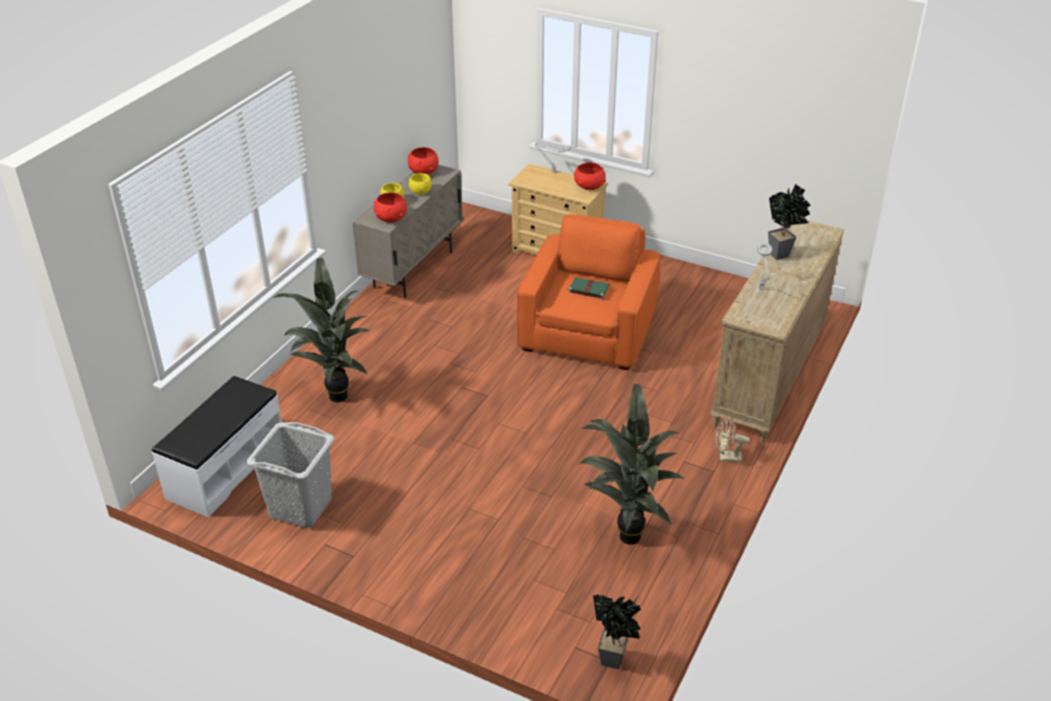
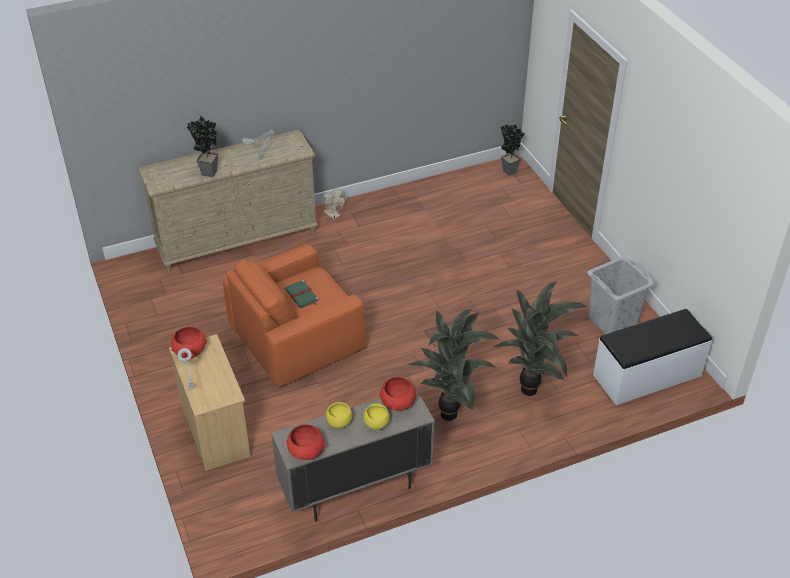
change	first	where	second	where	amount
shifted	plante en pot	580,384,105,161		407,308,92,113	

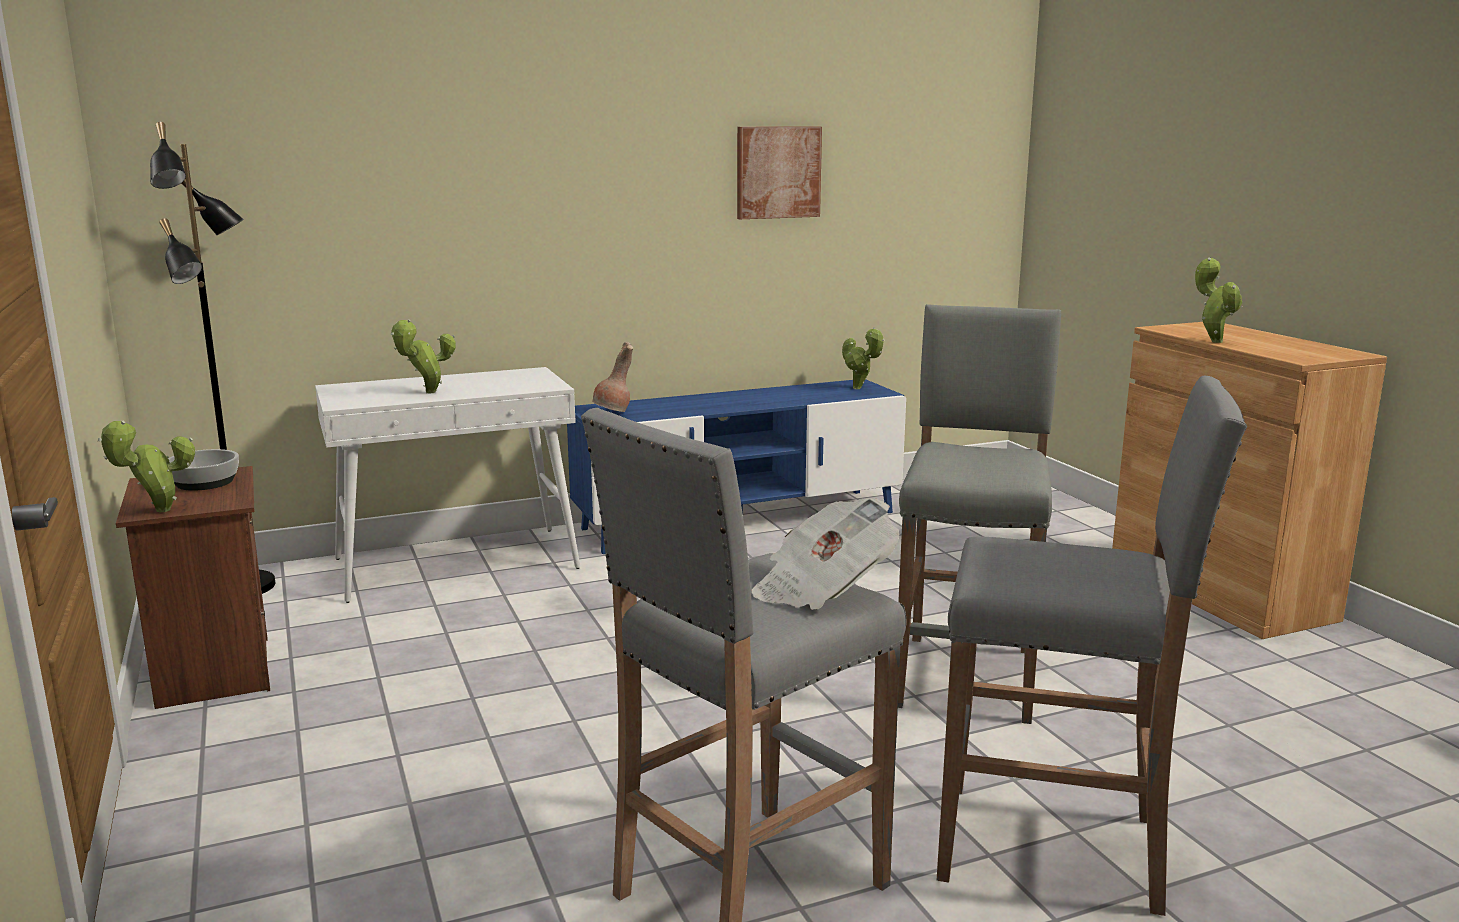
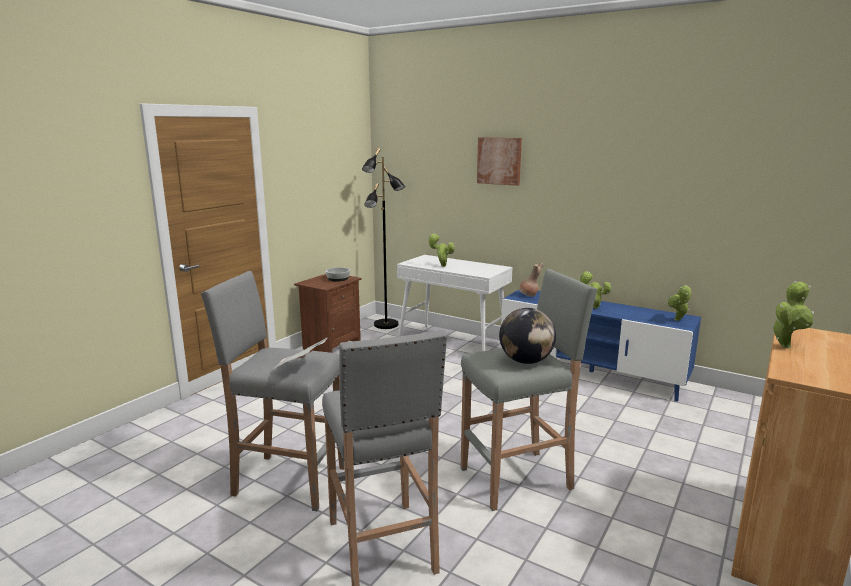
change	first	where	second	where	amount
shifted	tableau	737,127,85,92		477,137,45,49	
new			globe	499,308,57,56	
shifted	plante en pot	98,421,97,91		580,271,31,37	

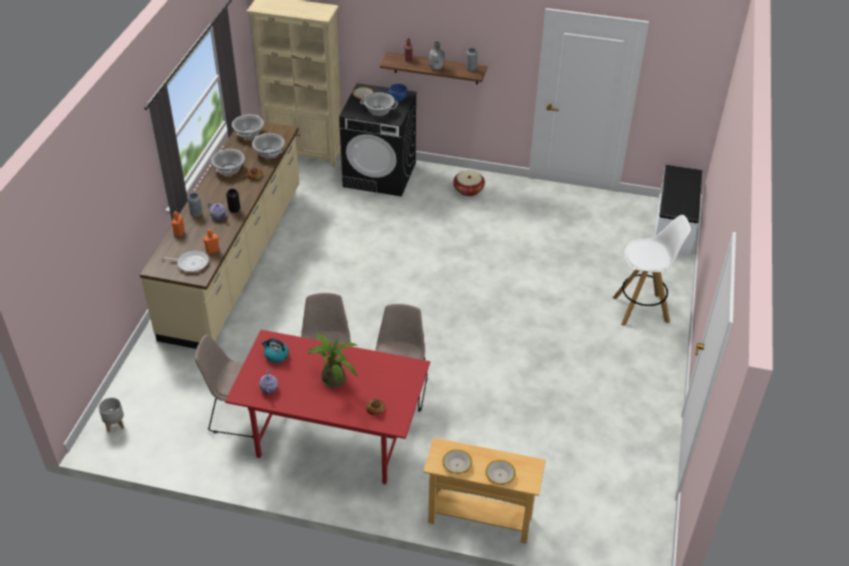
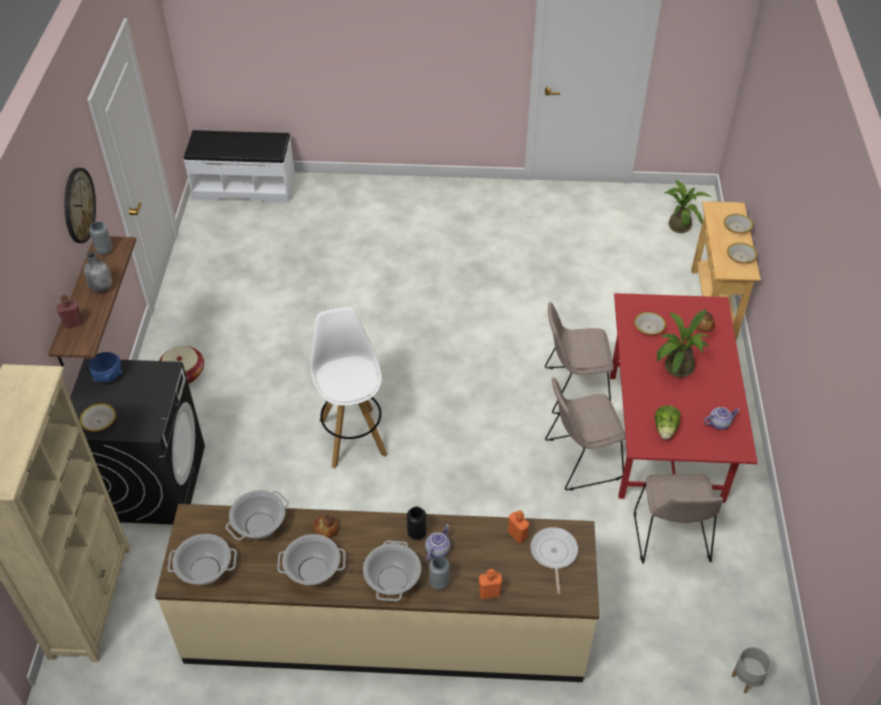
change	first	where	second	where	amount
new			horloge murale	64,168,32,75	
shifted	tabouret/blanc	613,215,78,111		310,306,77,163	
shifted	marmite	360,92,38,24		363,540,58,61	
new			bol	634,312,32,23	
swapped	bouilloire	261,338,28,25	laitue	655,405,25,34	
new			plante en pot	664,180,47,53	

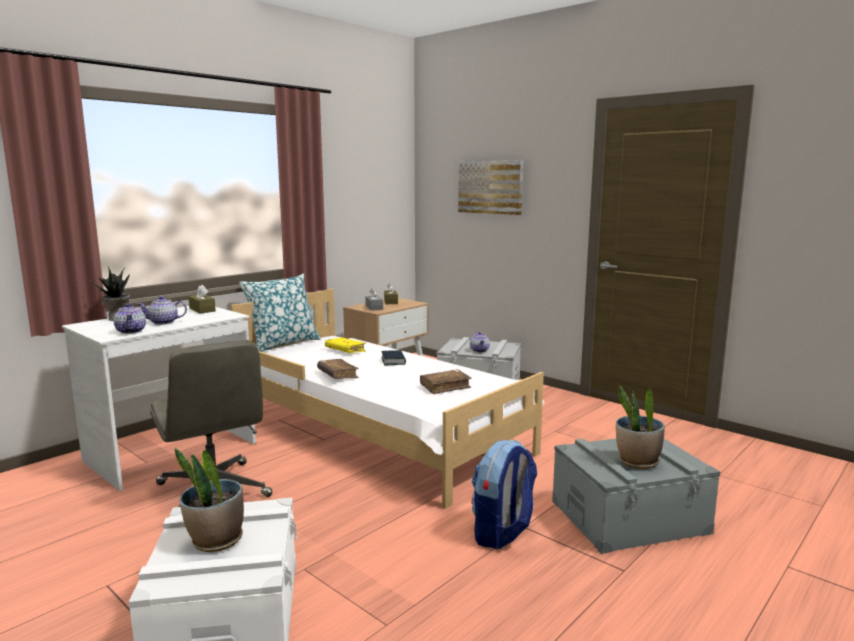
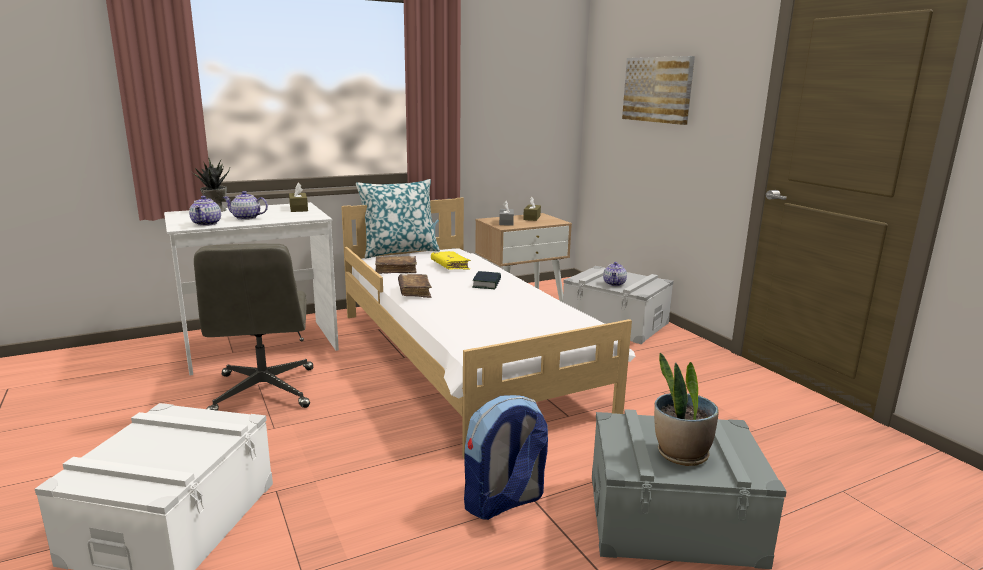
change	first	where	second	where	amount
shifted	livre/marron	420,370,52,24		375,256,42,18	
gone	plante en pot	175,448,69,104			

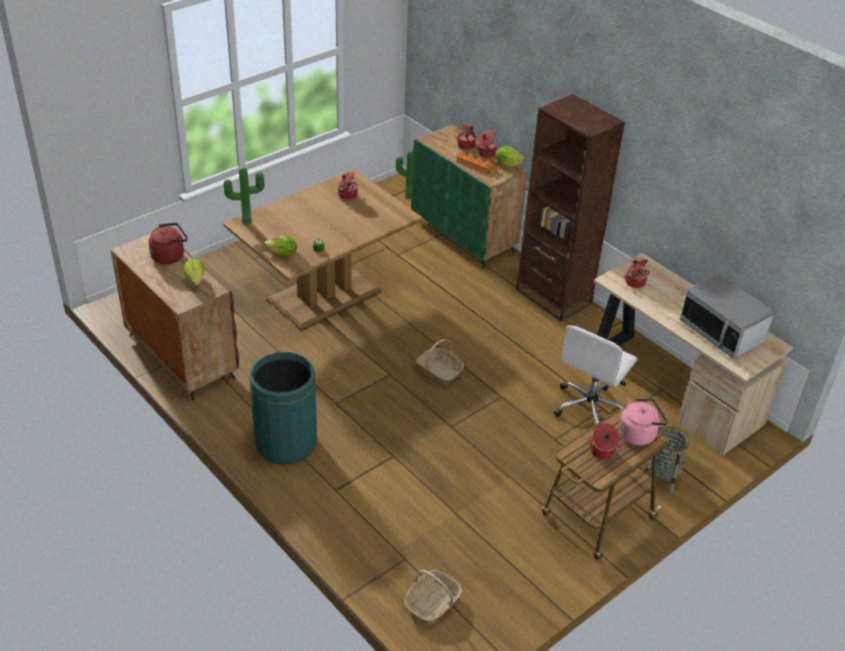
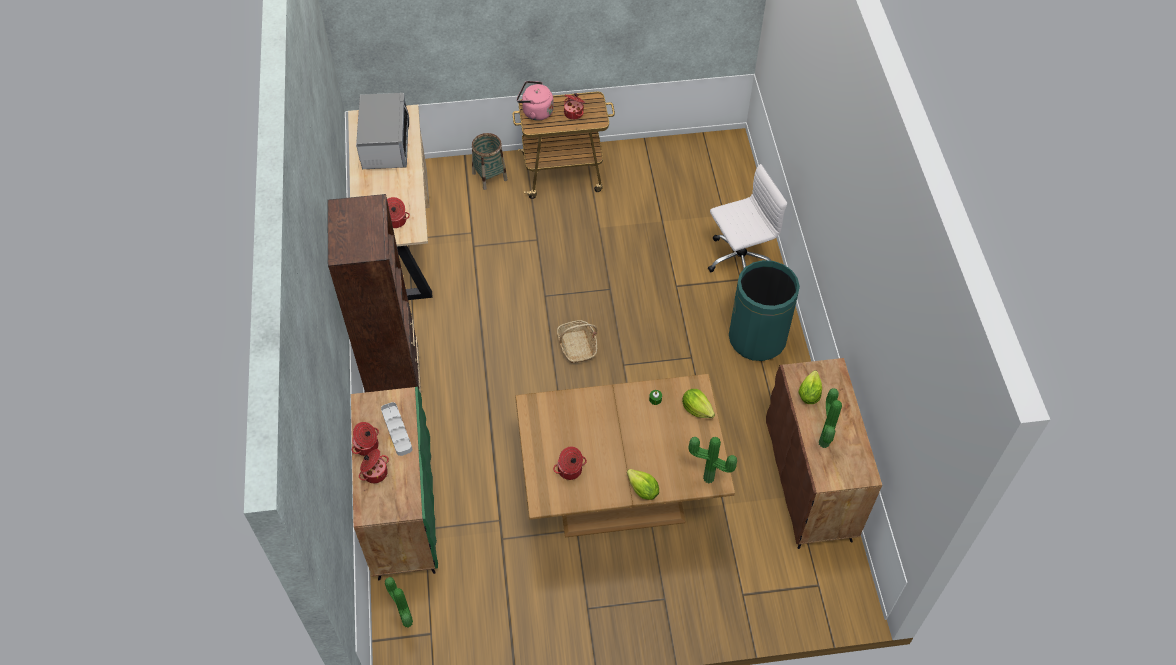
change	first	where	second	where	amount
repainted	plateau/orange	456,151,42,24	plateau/gris	381,402,31,54	
shifted	laitue	496,146,29,21		627,469,32,31	
shifted	chaise de bureau/blanc	554,325,84,100		708,164,79,108	
swapped	bouilloire/rouge	149,223,39,41	plante en pot	819,388,23,60	
gone	panier	404,570,58,54			

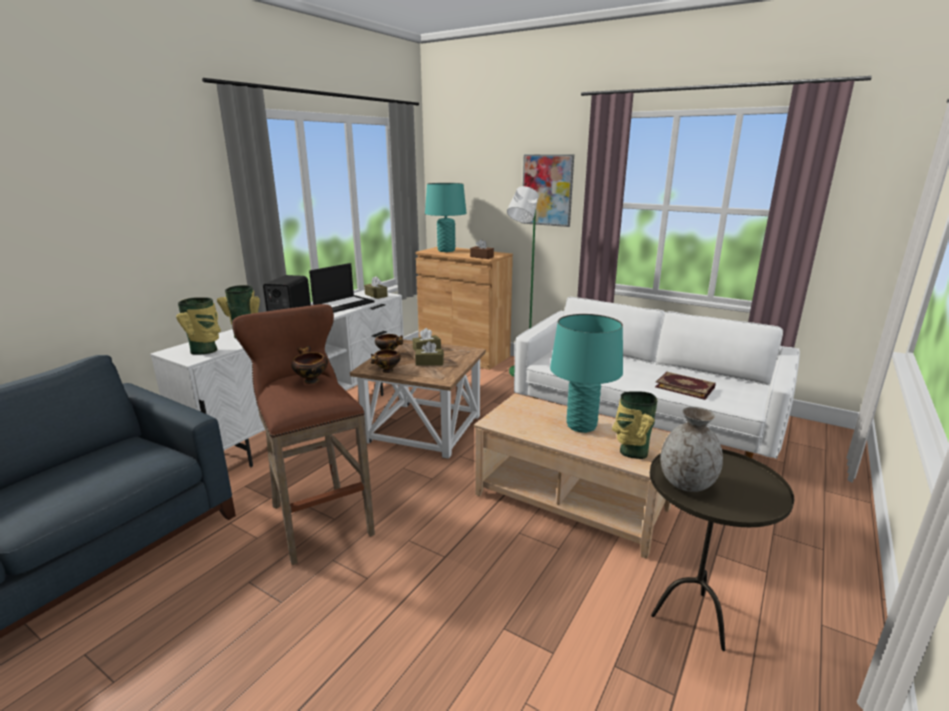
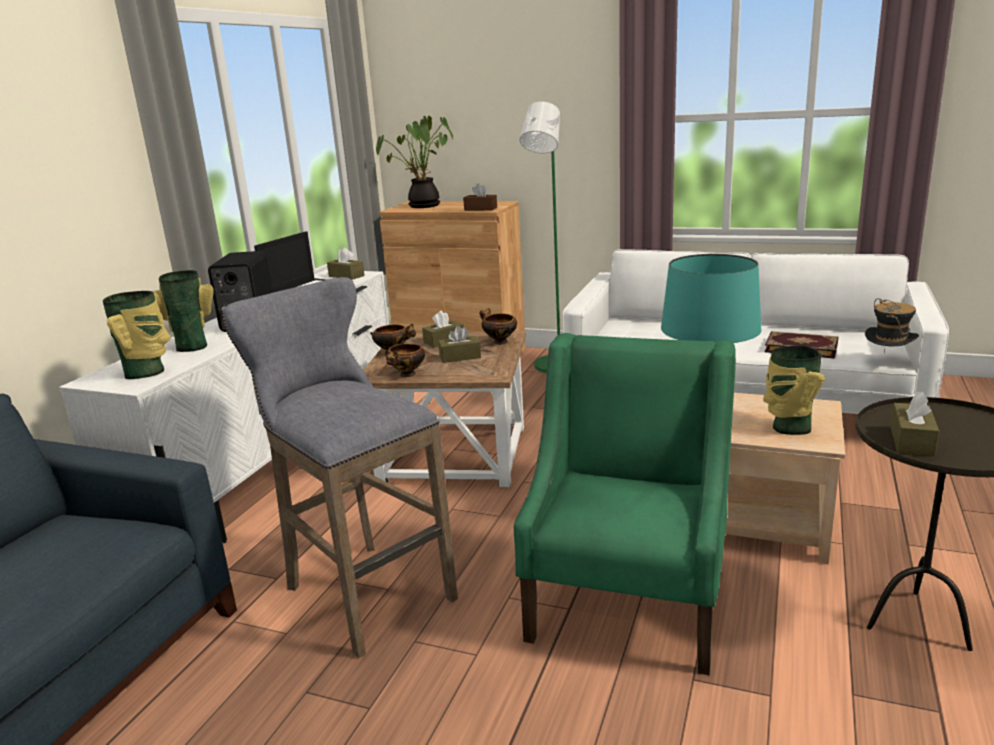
change	first	where	second	where	amount
repainted	tabouret/marron	232,304,143,261	tabouret/gris	222,277,236,381	
swapped	lampe de table/turquoise	425,183,42,69	plante en pot	376,116,77,92	
shifted	bol	291,346,37,38		479,308,38,37	
new			fauteuil/vert	514,333,222,342	
new			chapeau	865,299,54,54	
swapped	vase/gris	660,407,63,85	boîte à mouchoirs/marron	890,391,49,65	
gone	tableau	522,154,52,73			

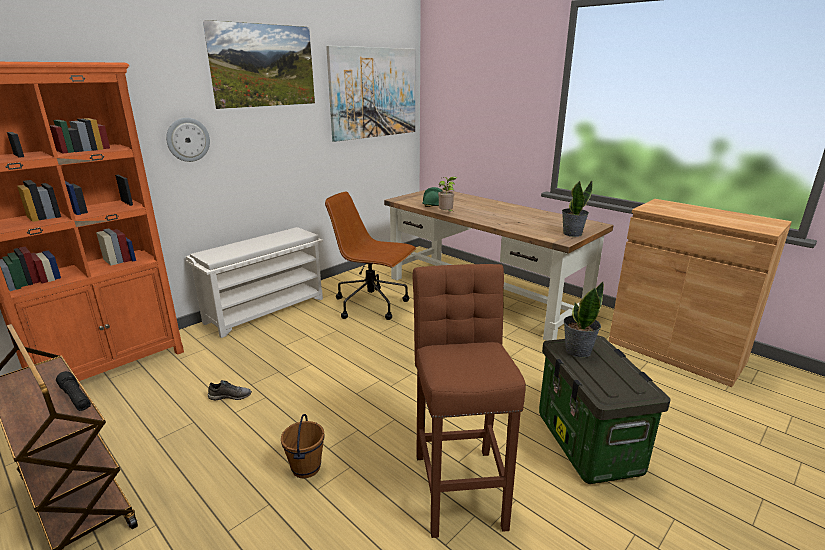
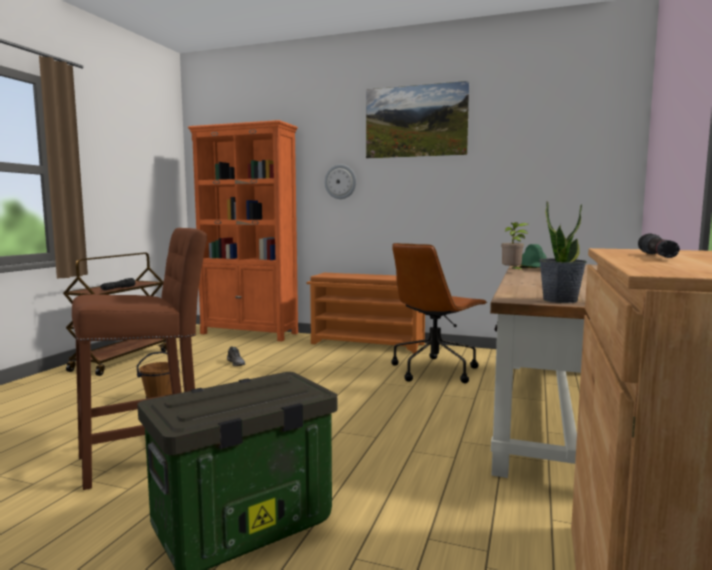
change	first	where	second	where	amount
repainted	étagère à chaussures/blanc	186,227,137,111	étagère à chaussures/orange	306,273,119,80	
rotated	chaise de bureau/marron	325,192,91,128		391,243,97,140	135 degrees counterclockwise
new			lampe de poche/noir	638,234,42,24	
gone	tableau	326,46,89,96			
gone	plante en pot	564,282,40,76			

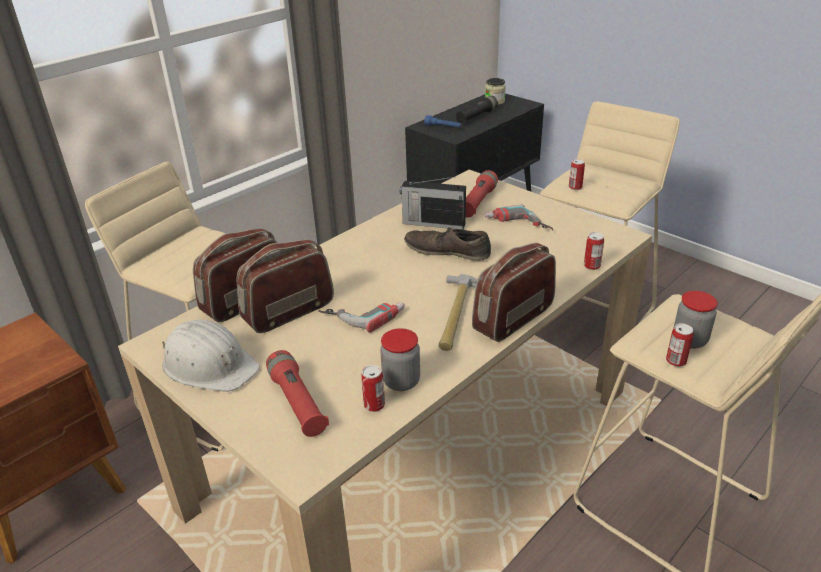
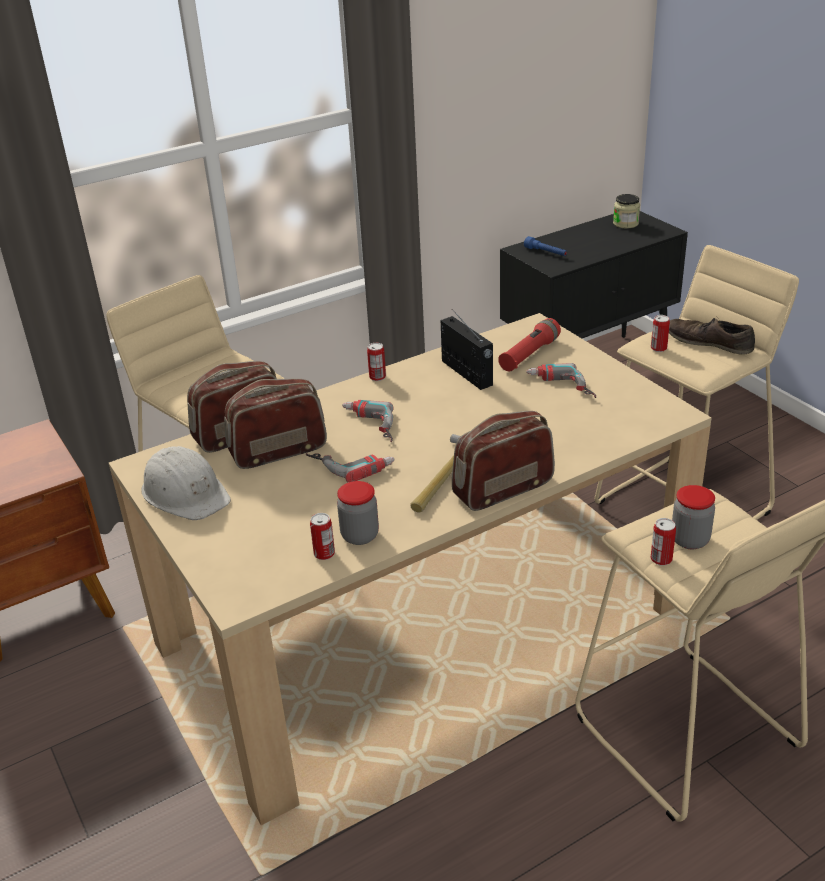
change	first	where	second	where	amount
new			perceuse	342,400,52,42	
shifted	boîte métallique	584,232,20,38		367,343,19,38	
rotated	radio	400,177,66,53		441,309,52,81	150 degrees counterclockwise
shifted	chaussure/marron	404,226,87,35		669,317,86,37	
gone	lampe de poche/rouge	266,350,63,87			
gone	lampe de poche/noir	456,96,42,28			

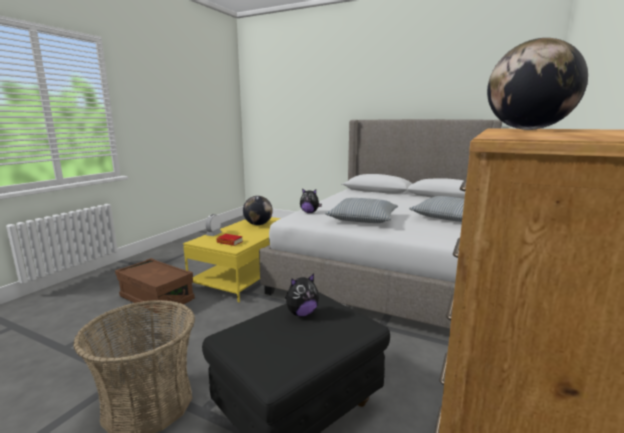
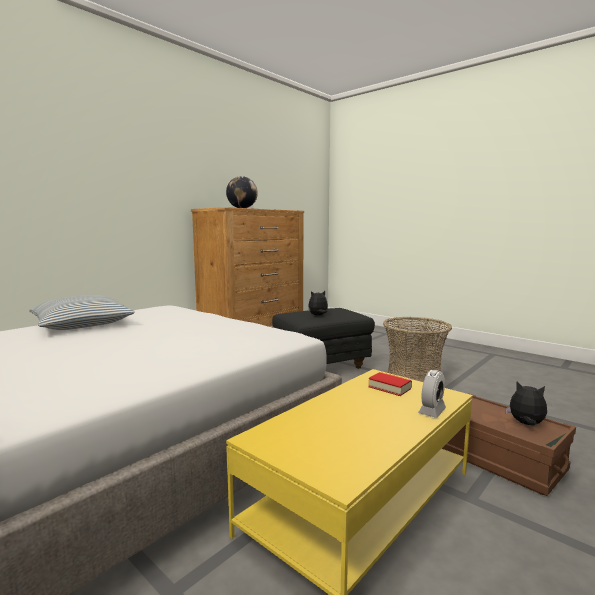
change	first	where	second	where	amount
shifted	peluche	300,188,22,25		505,382,42,44	
gone	globe	243,196,30,29			
gone	coussin	325,198,73,25			

